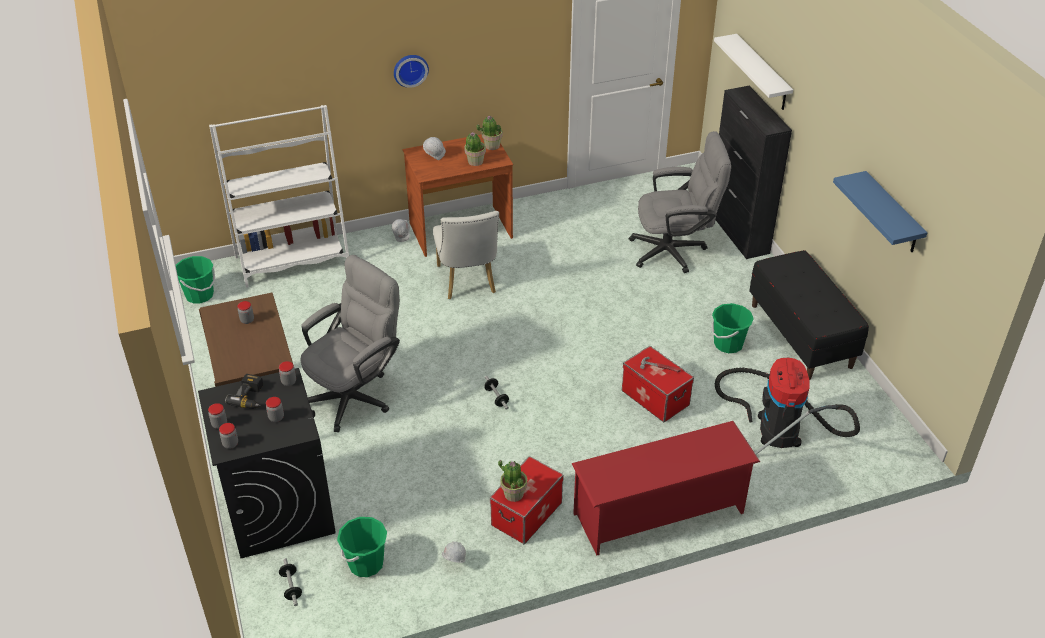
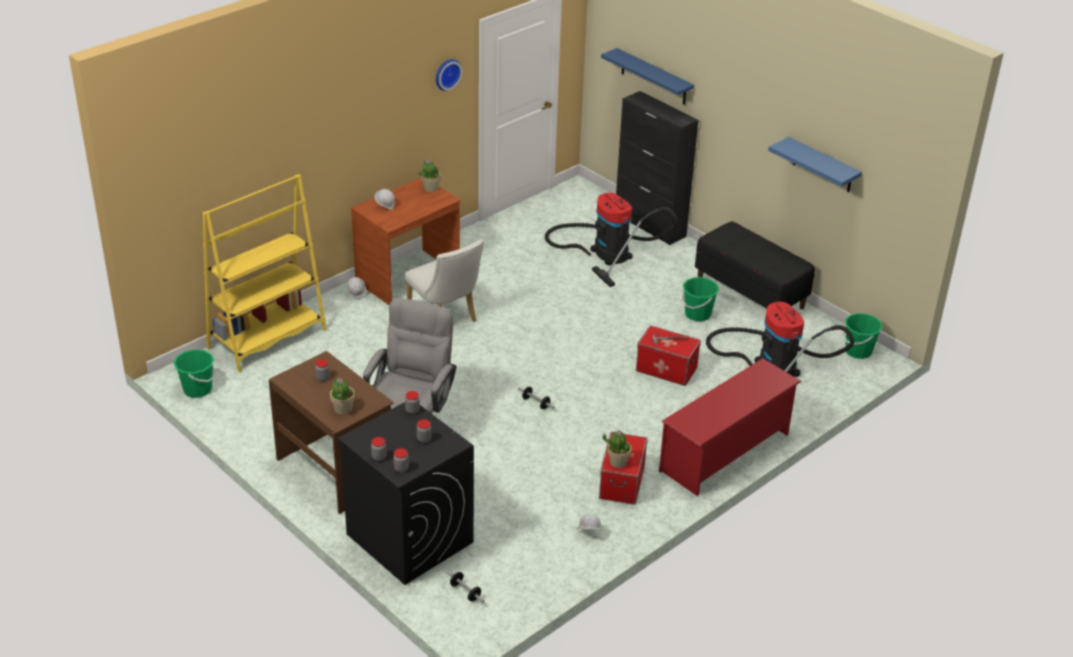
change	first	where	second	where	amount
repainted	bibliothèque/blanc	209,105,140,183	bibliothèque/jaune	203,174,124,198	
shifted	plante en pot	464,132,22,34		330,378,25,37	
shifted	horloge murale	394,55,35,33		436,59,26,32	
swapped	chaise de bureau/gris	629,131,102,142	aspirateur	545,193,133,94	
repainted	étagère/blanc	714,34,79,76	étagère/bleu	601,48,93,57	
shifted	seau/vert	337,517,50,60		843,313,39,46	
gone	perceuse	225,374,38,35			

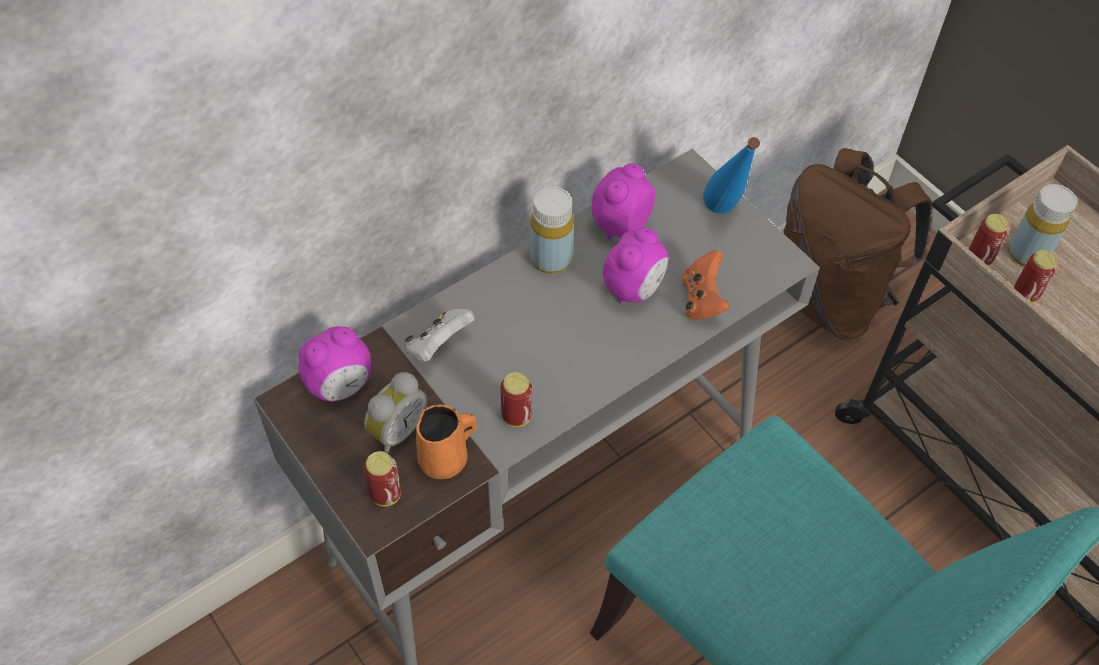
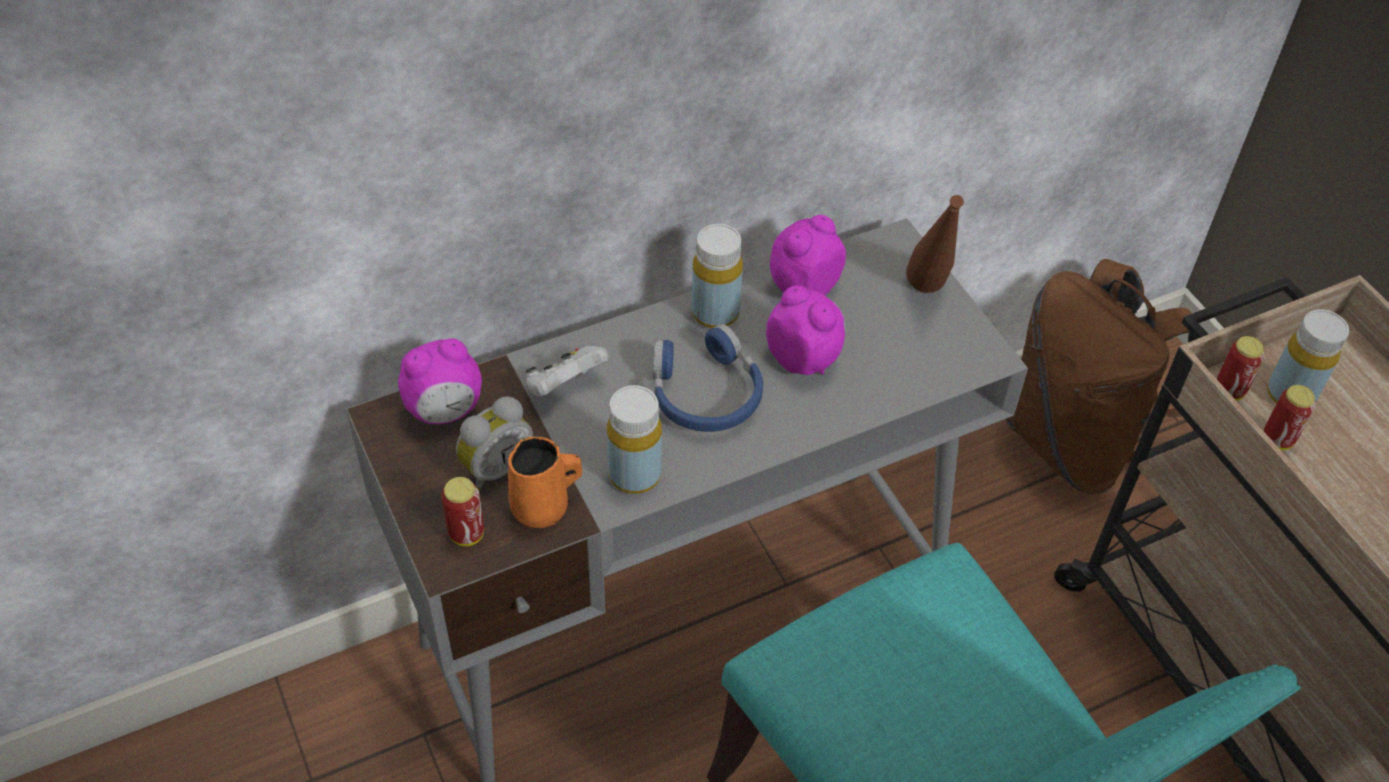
change	first	where	second	where	amount
swapped	boîte métallique	500,372,32,55	bouteille/jaune	607,385,55,109	
new			casque audio/bleu	653,324,110,108	
rotated	réveil	603,227,66,77		766,285,79,90	90 degrees counterclockwise
repainted	bouteille/bleu	703,137,57,77	bouteille/marron	906,195,58,98	
gone	manette/orange	682,250,48,70			

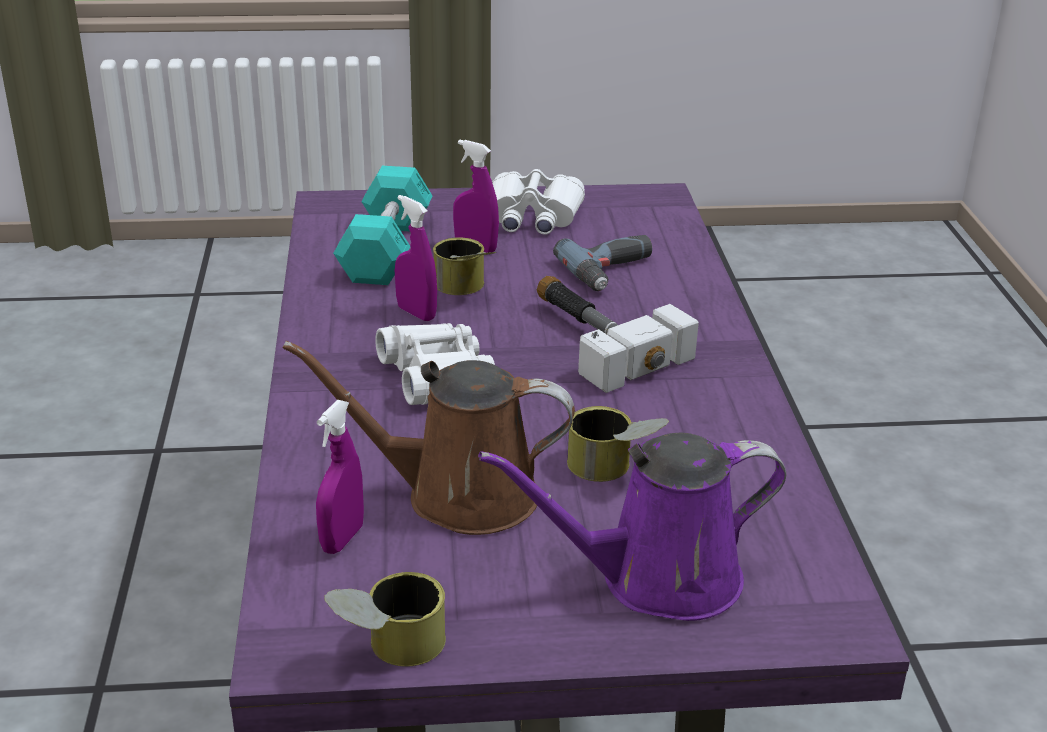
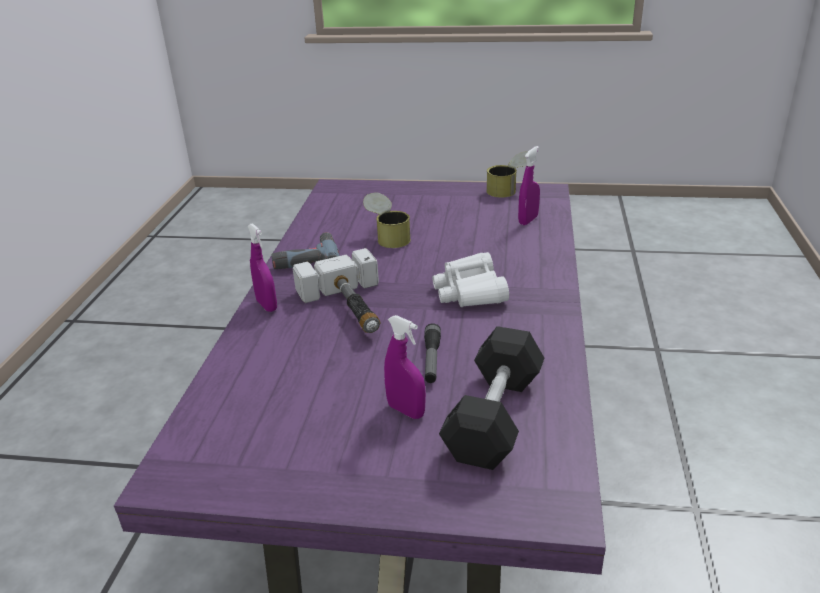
change	first	where	second	where	amount
shifted	vaporisateur/violet	395,195,42,126		248,223,29,89	
shifted	perceuse	553,235,99,56		271,232,69,37	
swapped	boîte métallique	433,237,63,58	lampe de poche	424,323,17,60	
repainted	haltère/turquoise	333,166,100,119	haltère/noir	439,326,105,144	
gone	arrosoir/marron	283,341,292,194			
gone	arrosoir/violet	478,433,308,188			
gone	jumelles/blanc	492,169,93,66			

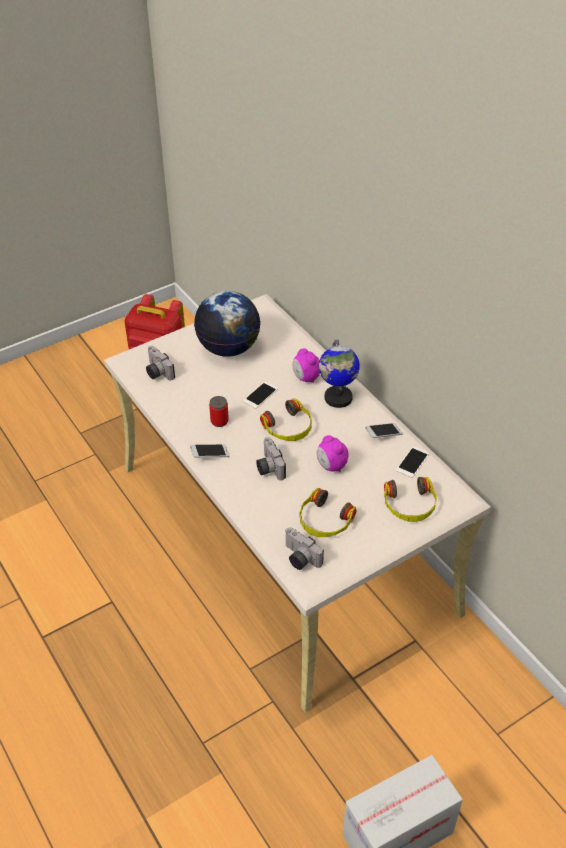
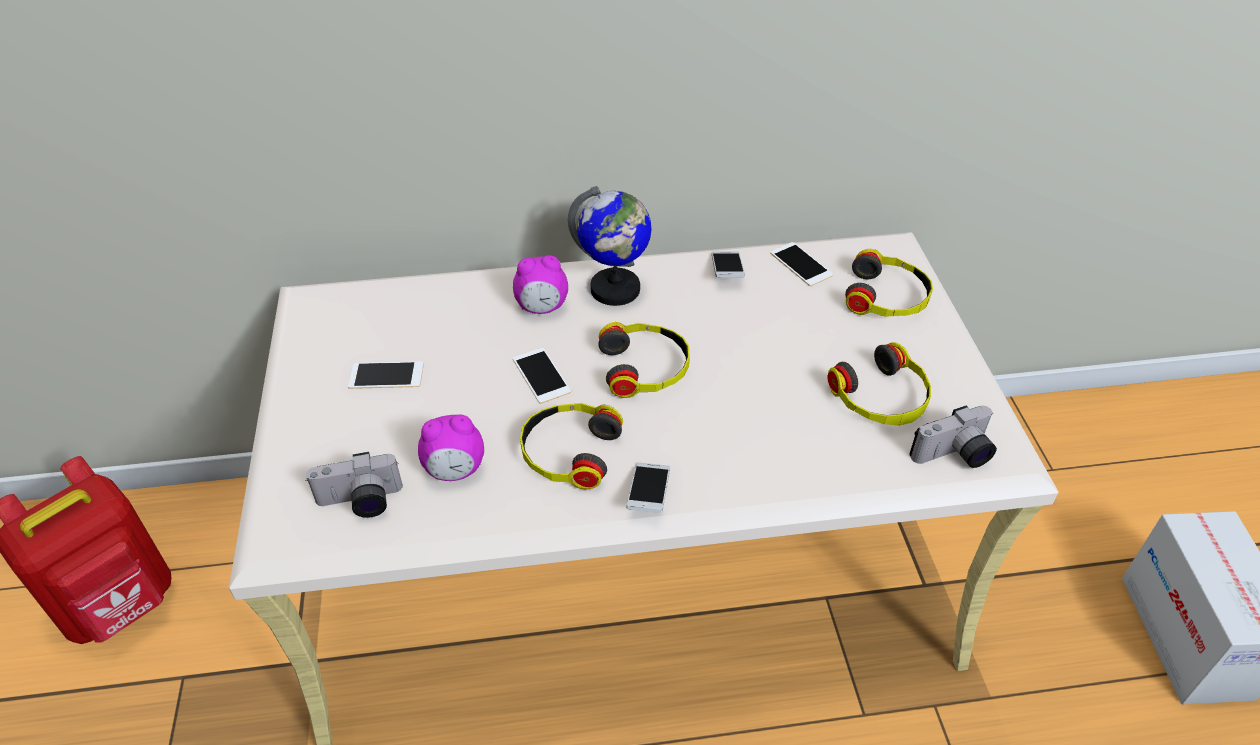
change	first	where	second	where	amount
swapped	globe	194,290,67,67	téléphone	348,361,76,28	
shifted	réveil	317,435,31,37		418,414,66,67	
swapped	boîte métallique	209,396,20,31	casque audio	520,403,103,87	
gone	appareil photo	256,437,30,43			

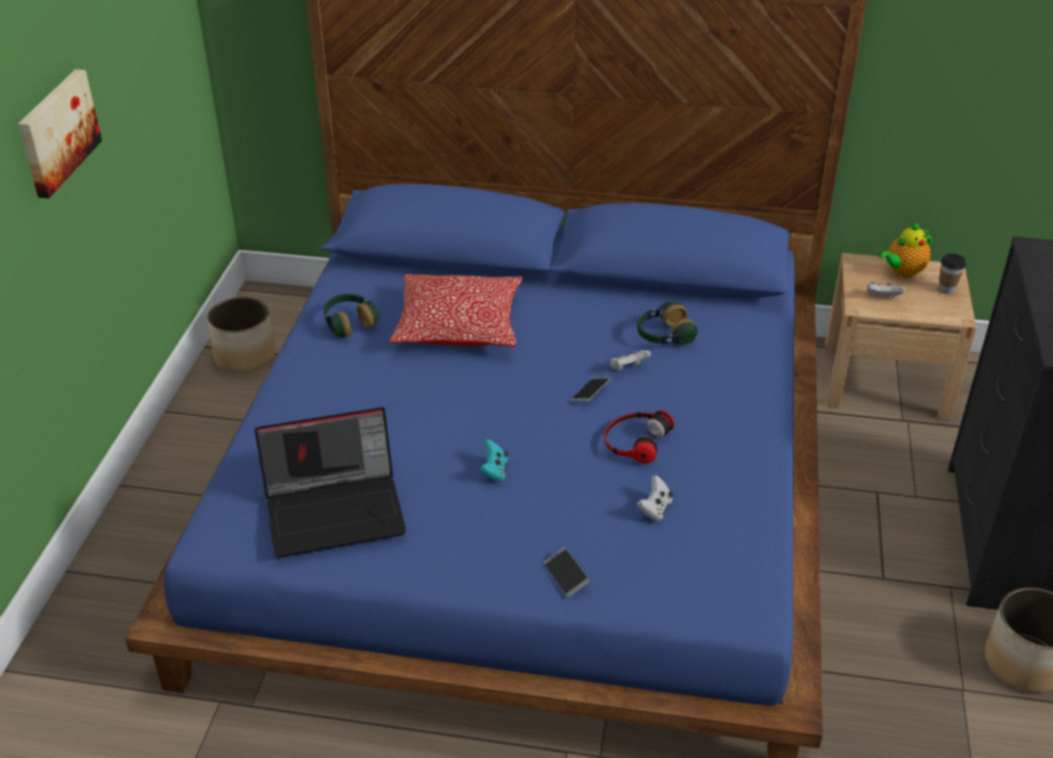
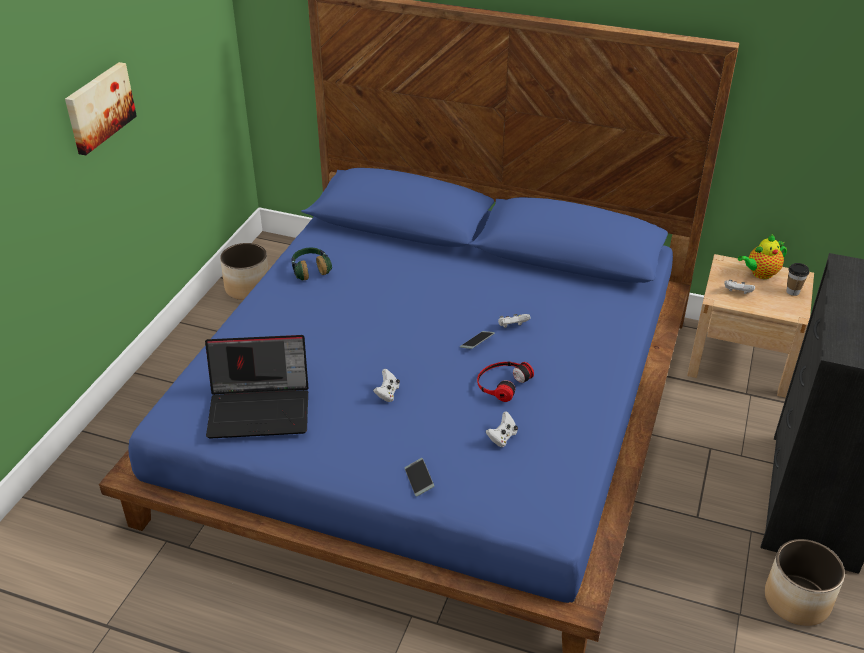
change	first	where	second	where	amount
repainted	manette/turquoise	480,439,28,43	manette/blanc	373,369,27,33	
gone	coussin	389,274,133,73			
gone	casque audio	637,302,61,44			

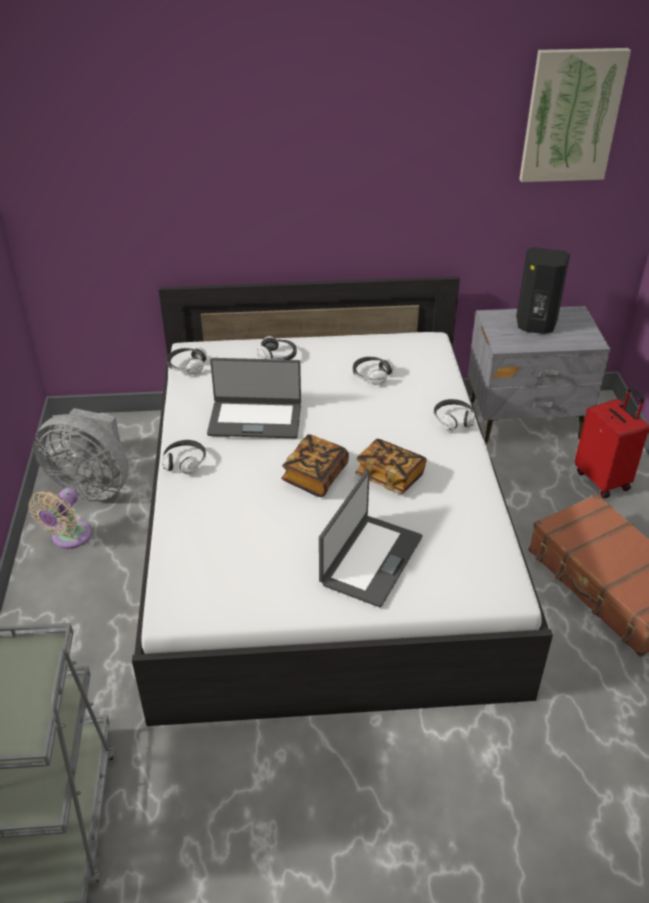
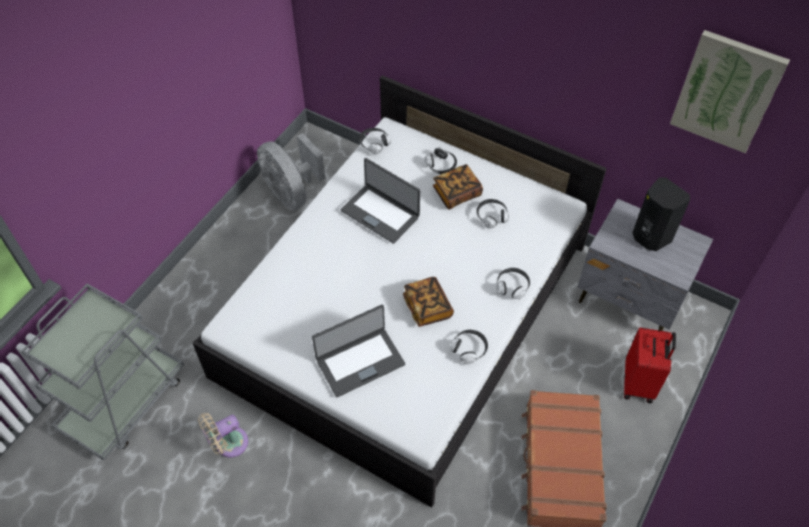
change	first	where	second	where	amount
shifted	ventilateur/beige	29,488,62,61		198,413,50,45	
shifted	livre	281,434,68,63		433,164,50,46	
shifted	casque audio	162,440,44,34		450,330,38,34	

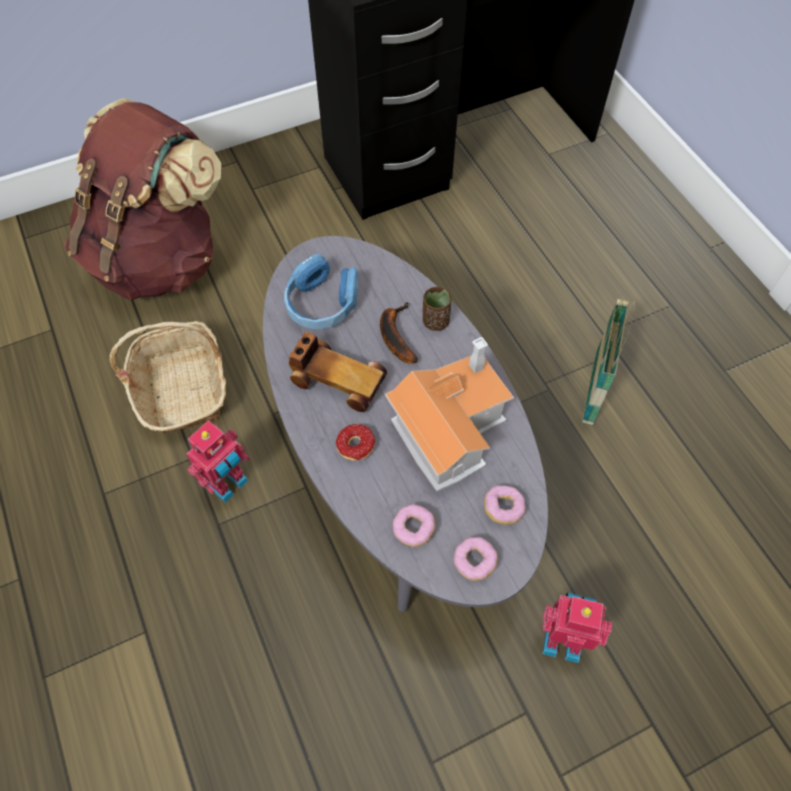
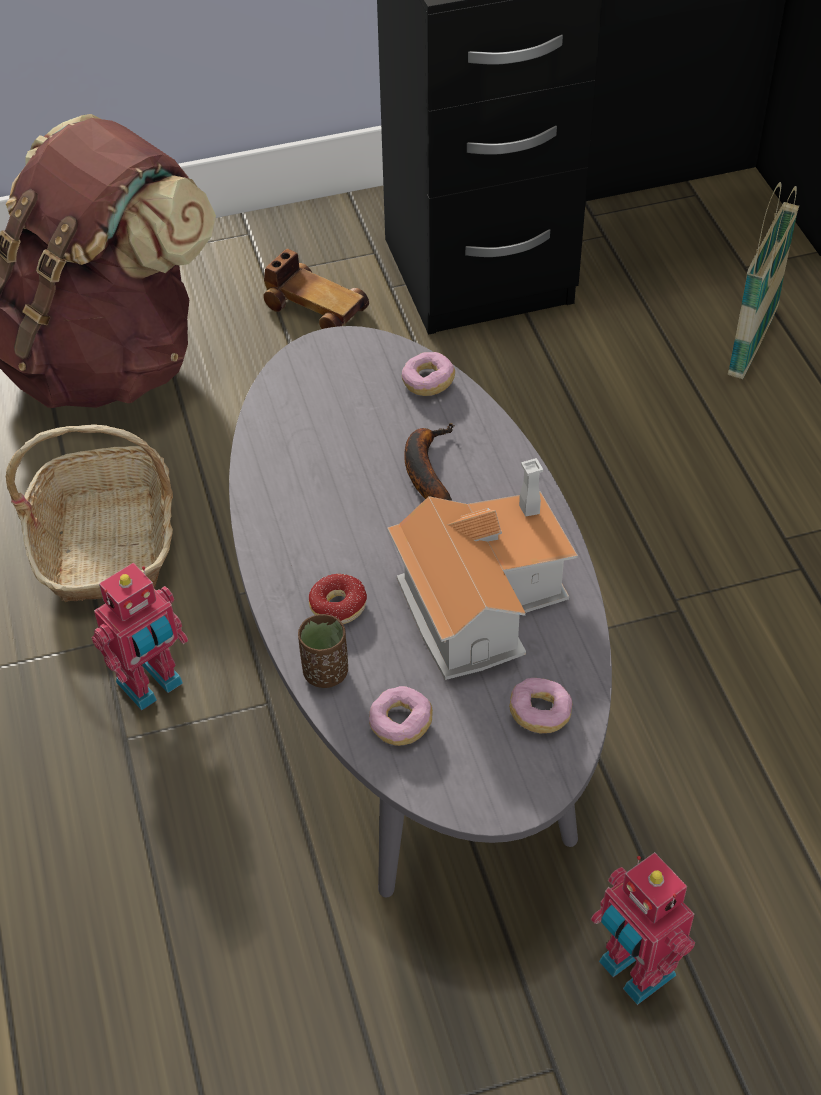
change	first	where	second	where	amount
shifted	petite voiture	289,332,98,80		263,249,106,80	
shifted	tasse/marron	423,287,29,44		298,614,50,74	
shifted	beignet	453,537,45,44		402,352,53,44	
rotated	robot jouet	542,592,70,71		591,852,104,153	150 degrees counterclockwise
shifted	panier	582,298,53,127		728,182,71,197	
gone	casque audio/bleu	284,254,74,75			

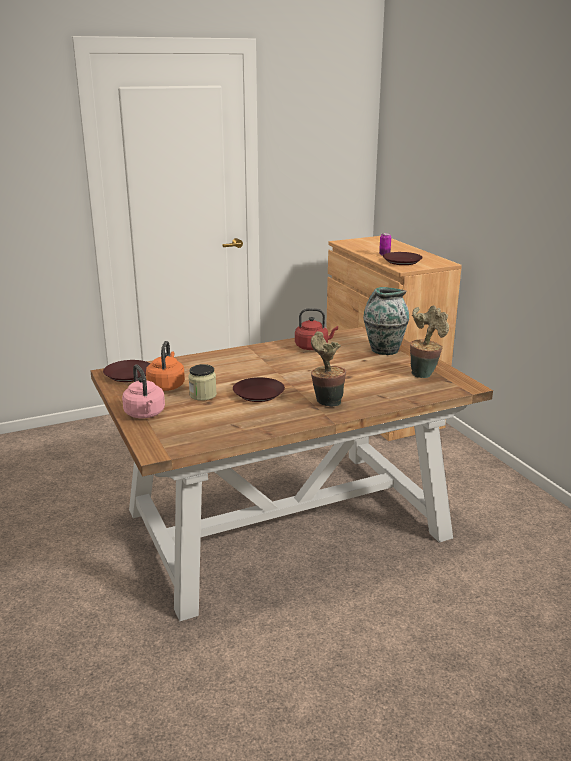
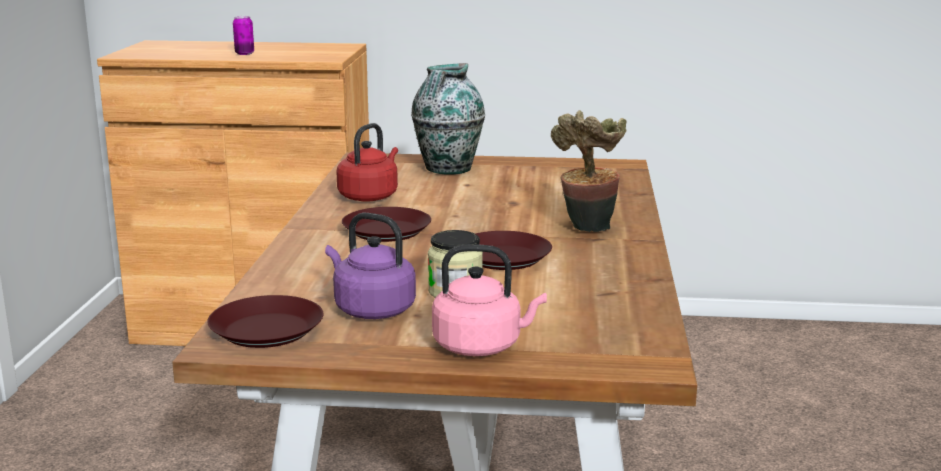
change	first	where	second	where	amount
repainted	bouilloire/orange	146,341,39,50	bouilloire/violet	325,213,91,106	
shifted	assiette/marron	383,252,40,13		342,207,89,35	
gone	plante en pot	410,305,39,73			

